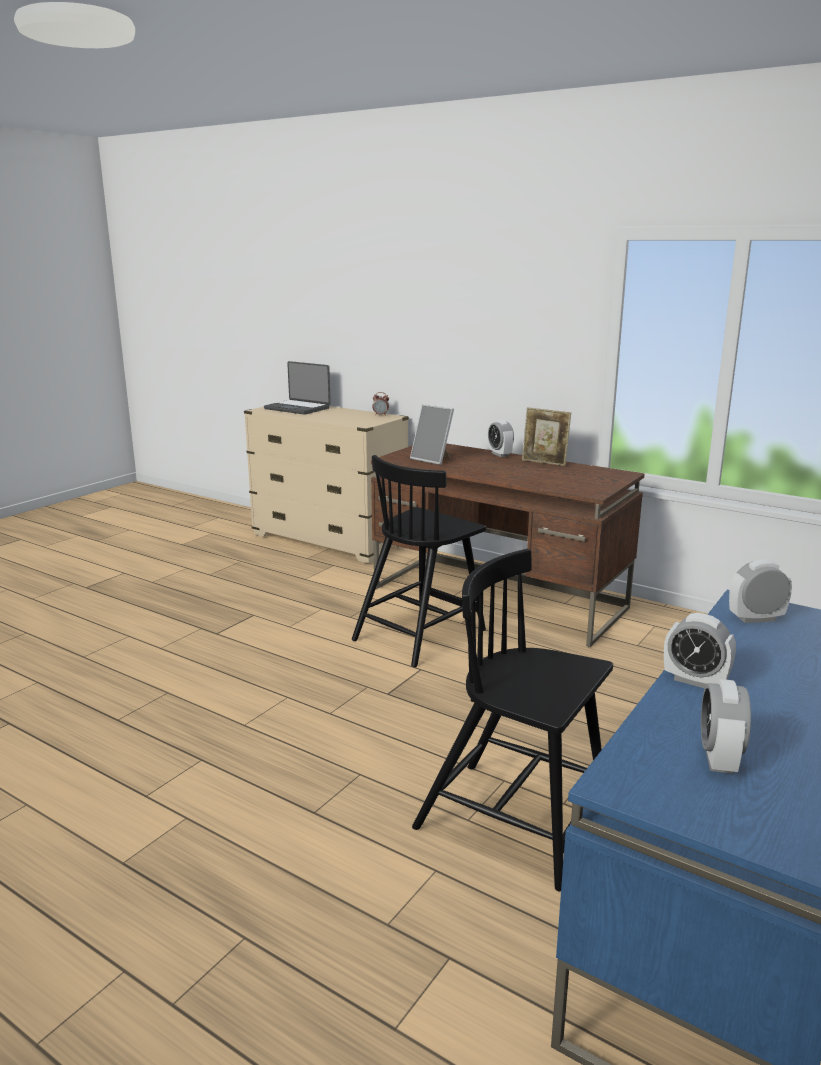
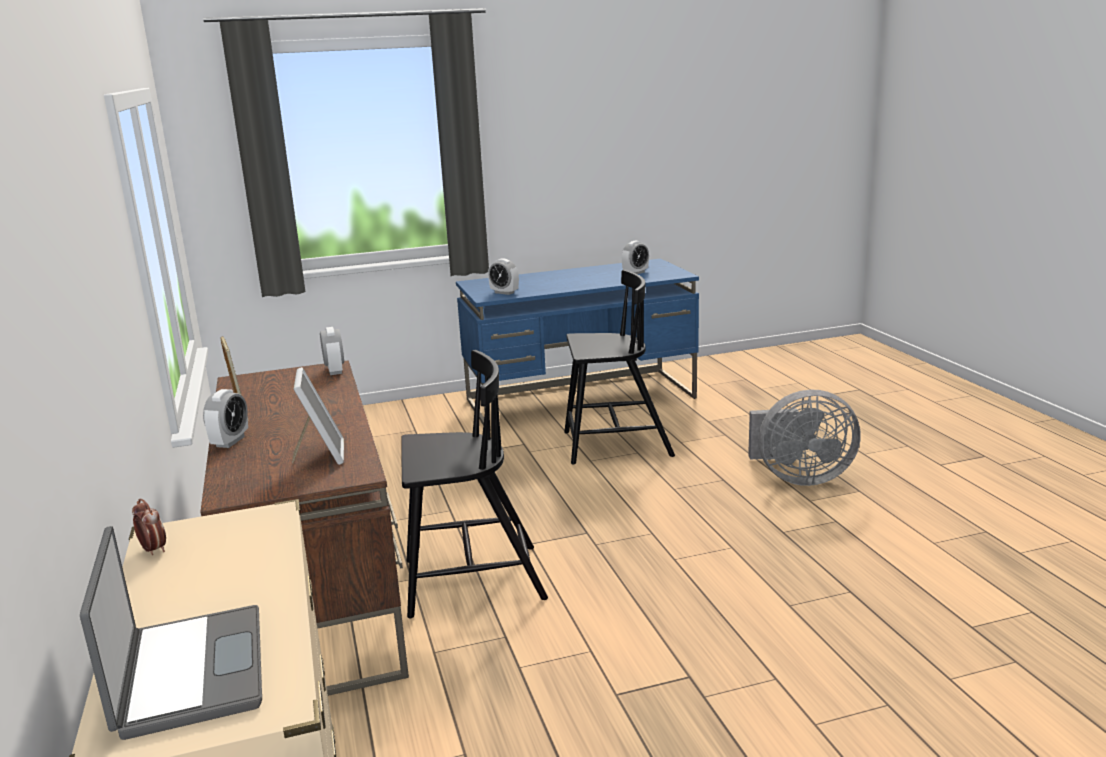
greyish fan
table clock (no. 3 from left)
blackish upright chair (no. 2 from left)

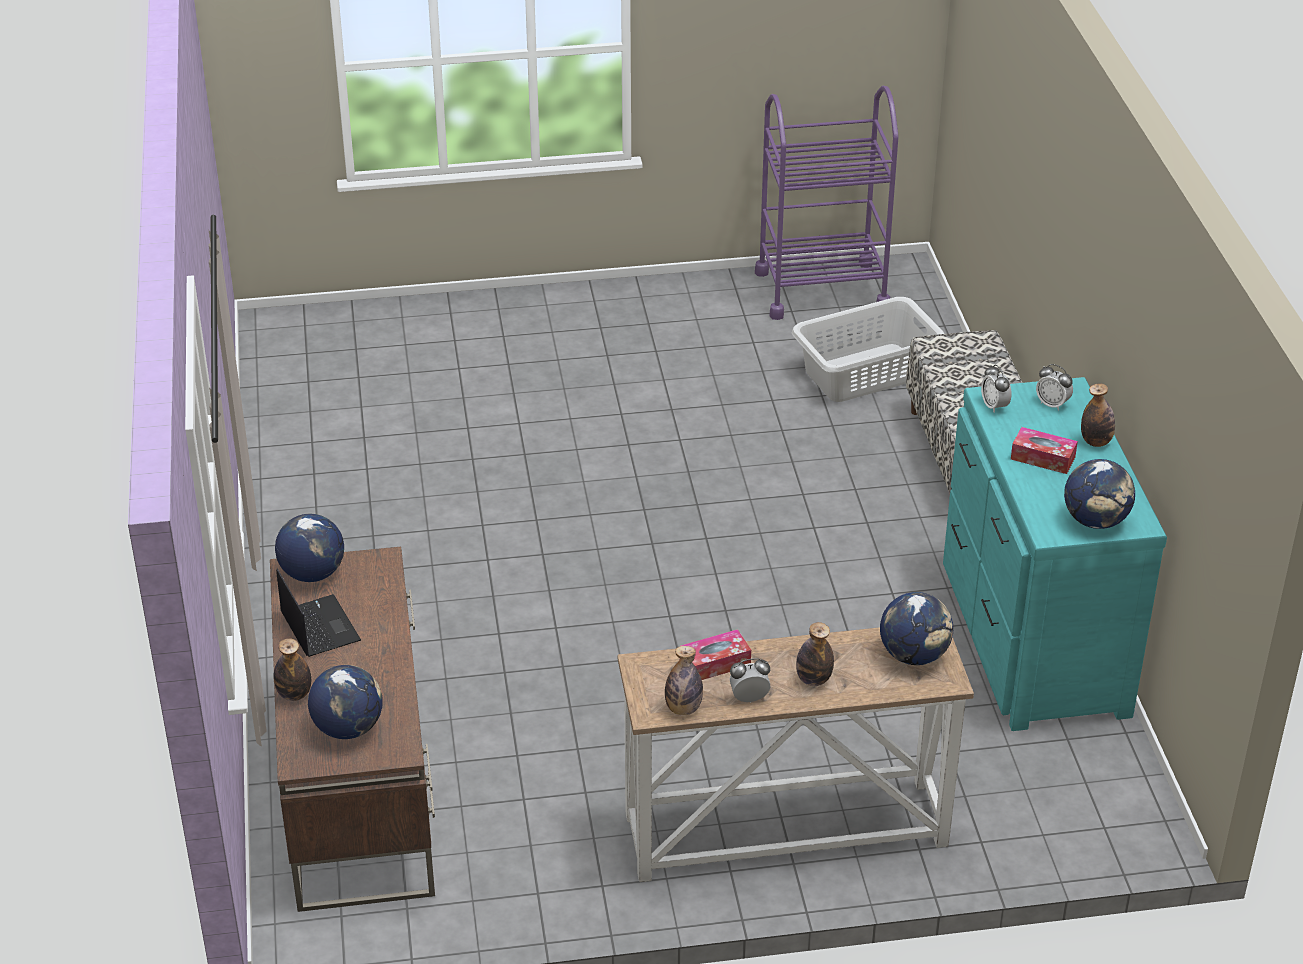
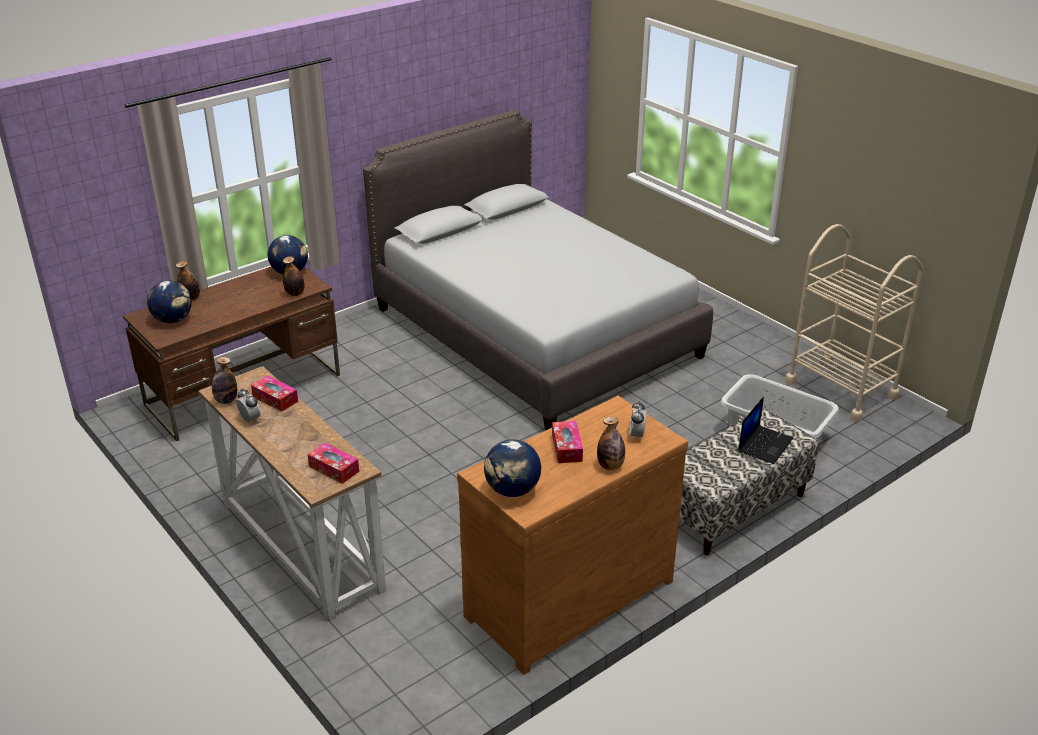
table clock (no. 2 from left in the first image)
greyish sleeping bed
portable computer
beverage bottle (no. 3 from left)
tissue holder (no. 2 from left)
sand-coloured wheeled cart
brownish dresser

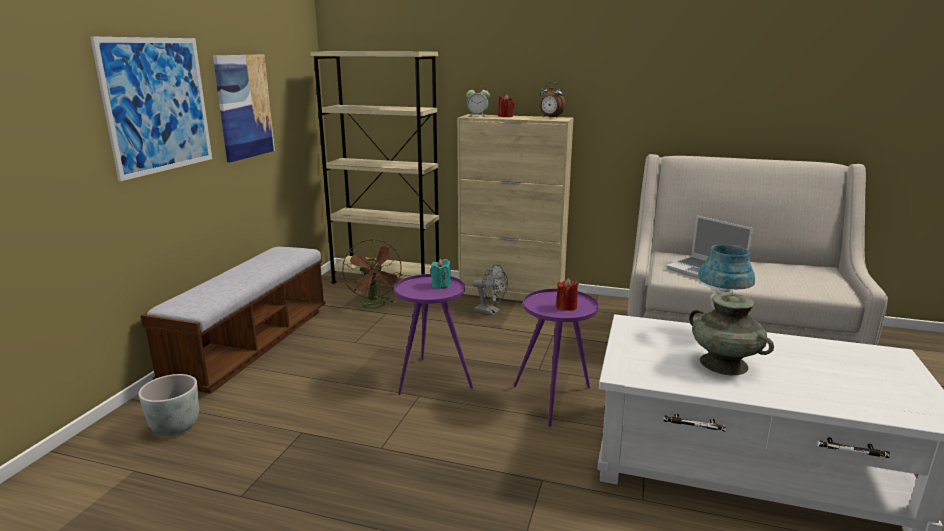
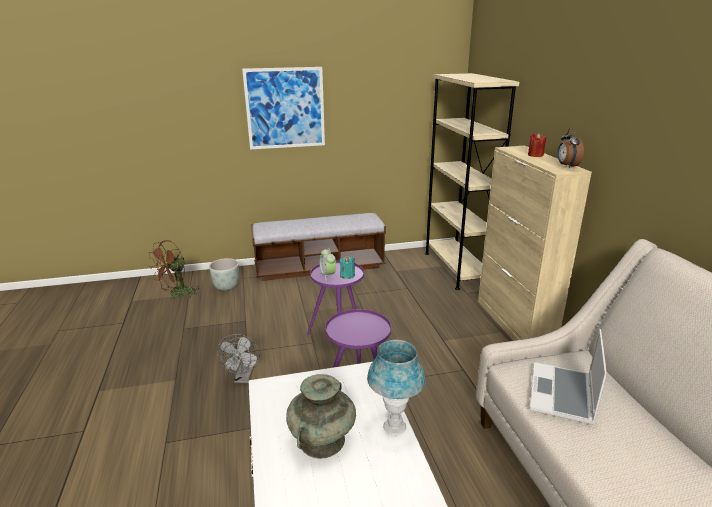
wall art (no. 2 from left in the first image)
red-coloured wax candle (no. 2 from left in the first image)
brownish fan
table clock (no. 1 from left)
greyish fan

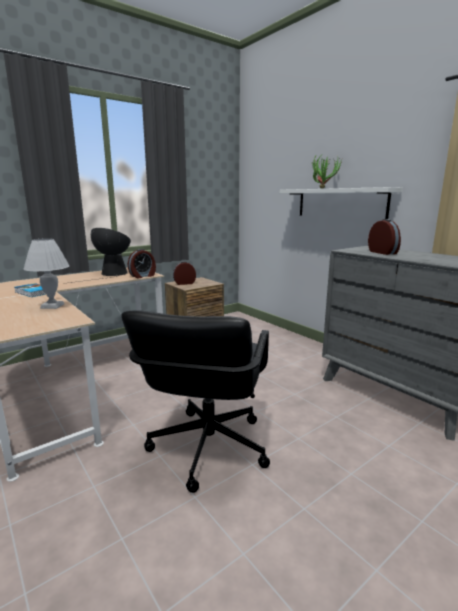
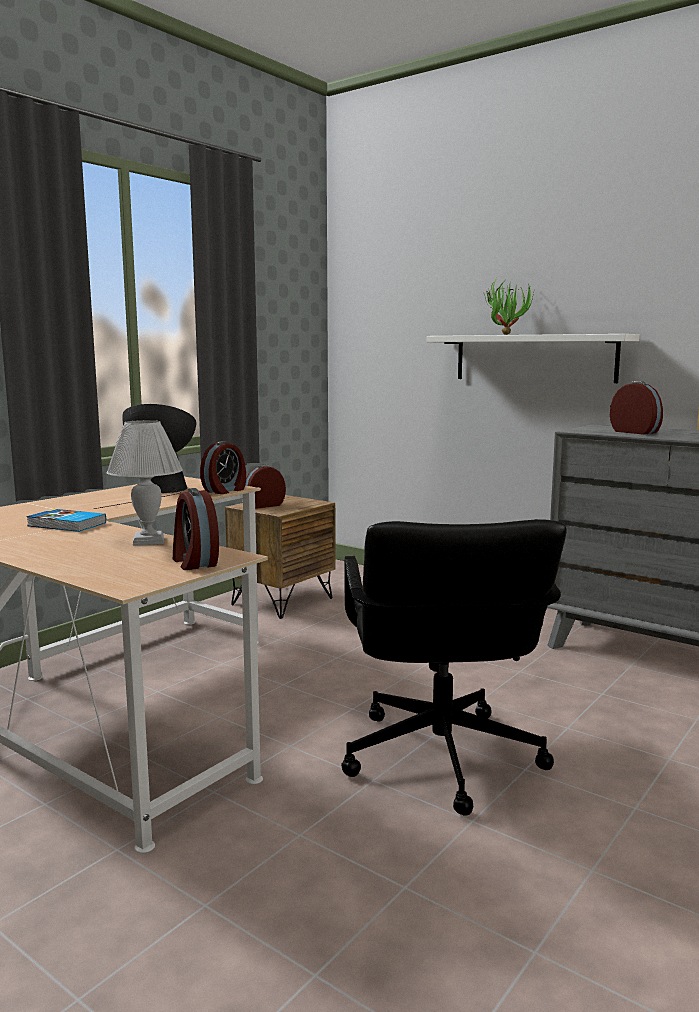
table clock (no. 1 from left)

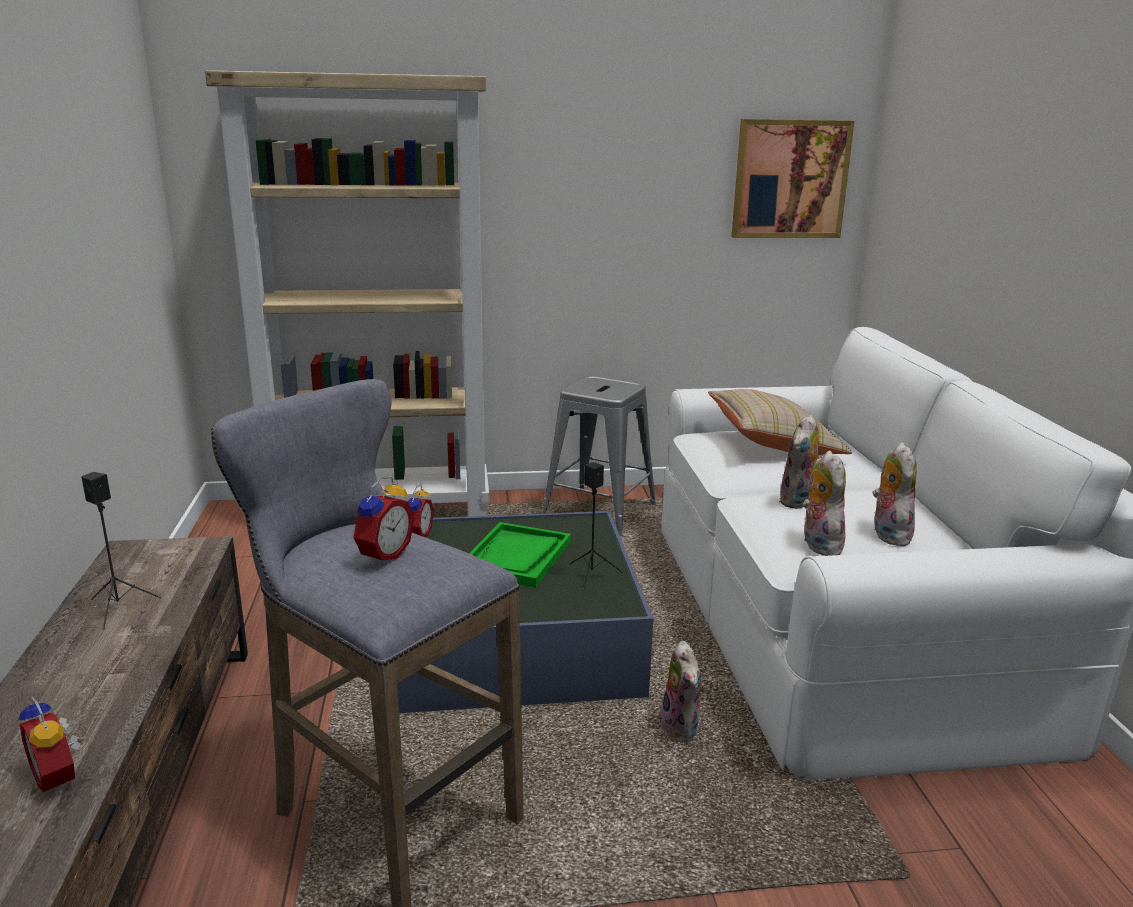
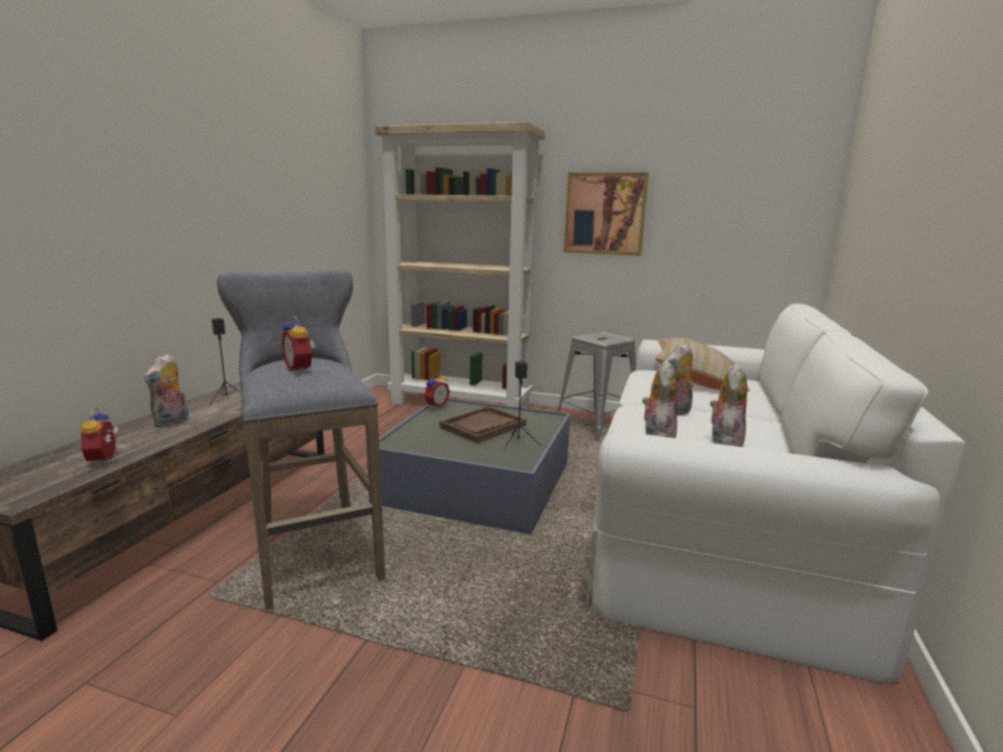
plush toy (no. 1 from left)
wall art
brownish carrying tray
table clock (no. 2 from left)

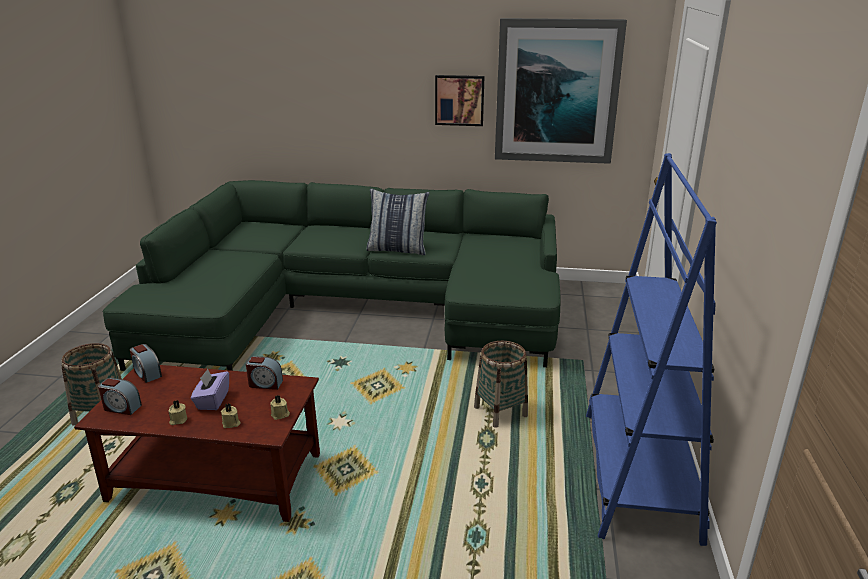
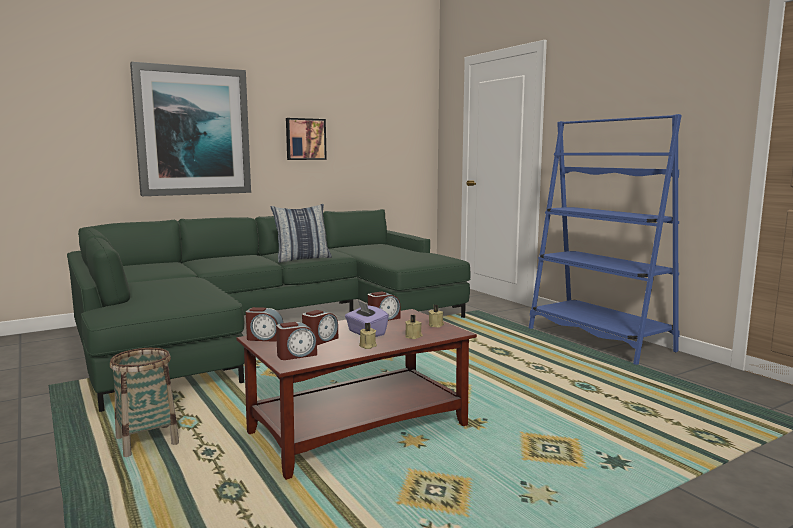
storage basket (no. 2 from left in the first image)
table clock (no. 3 from left)
wall art (no. 1 from left)

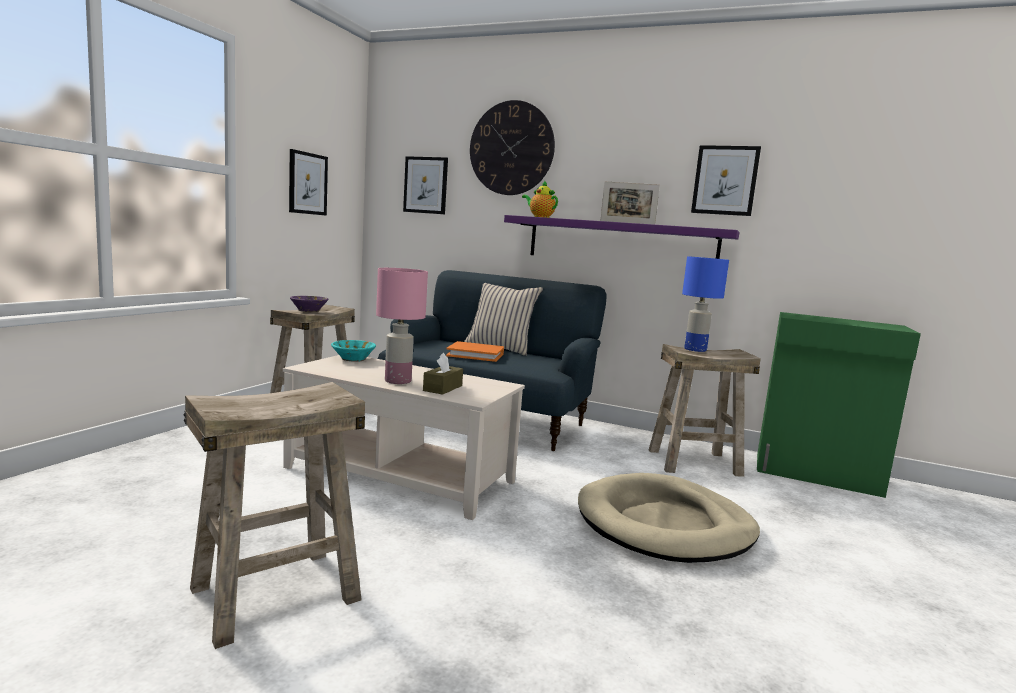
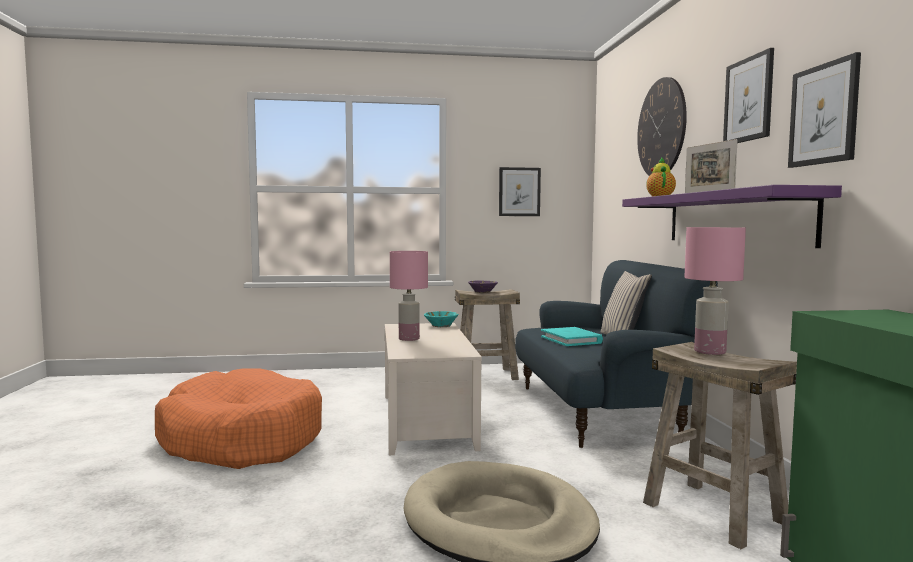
brownish tissue holder
wall art (no. 2 from left)
orange pet bed
blue-green bound book
pink table lamp (no. 2 from left)

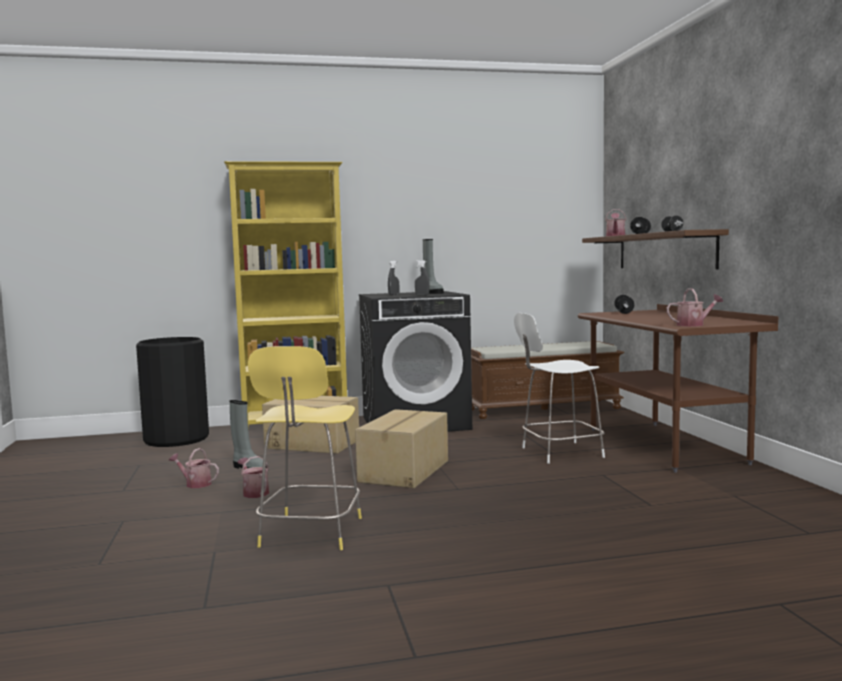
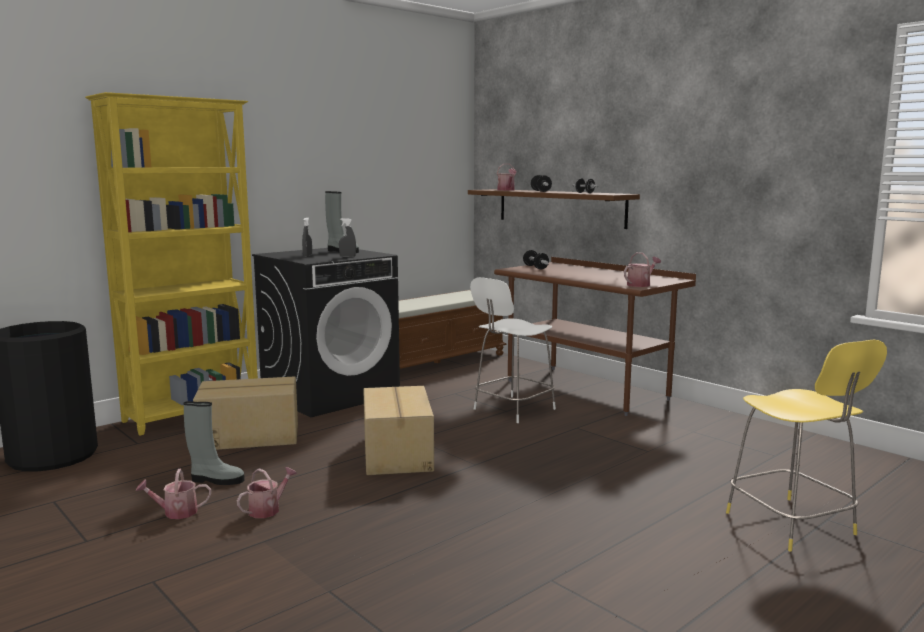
yellow stool seat
watering can (no. 2 from left)

